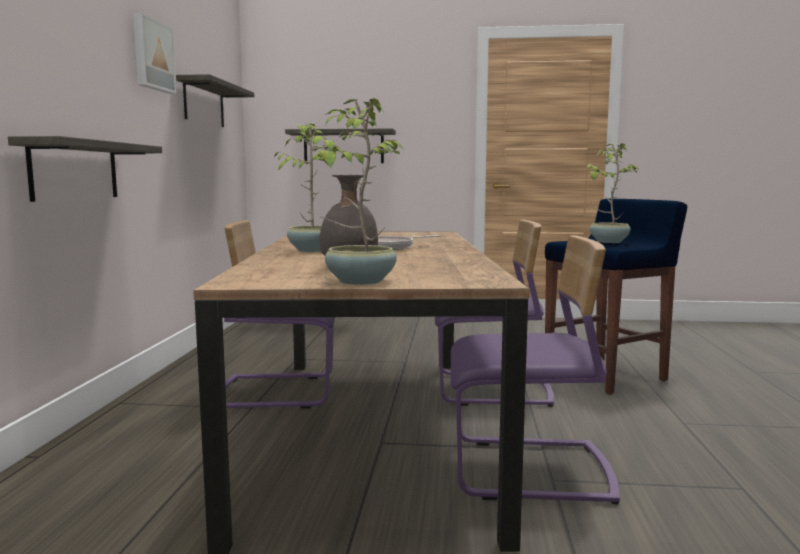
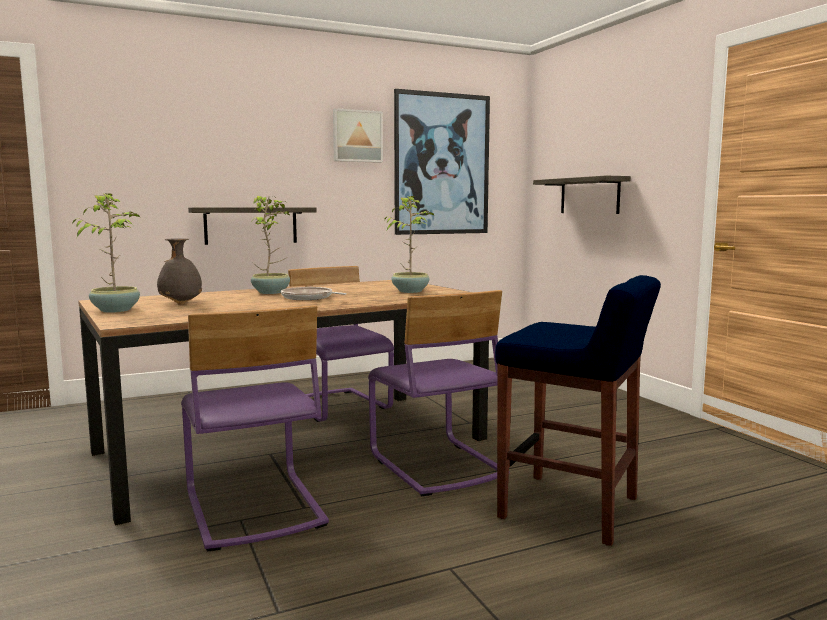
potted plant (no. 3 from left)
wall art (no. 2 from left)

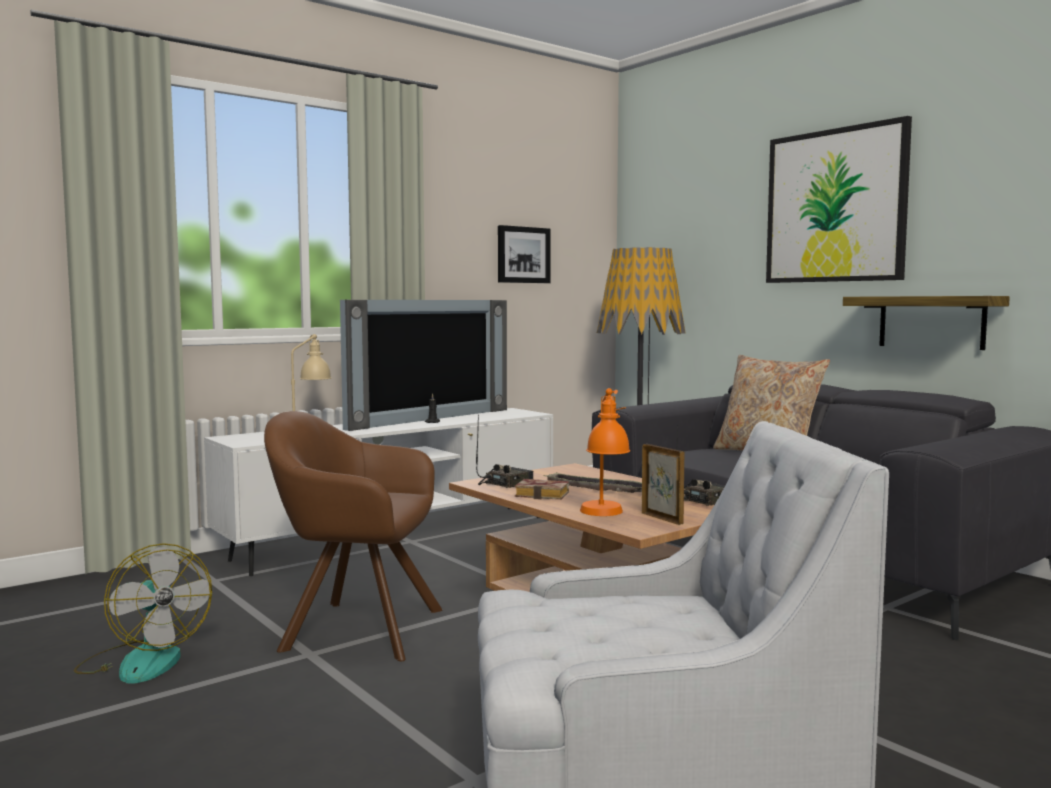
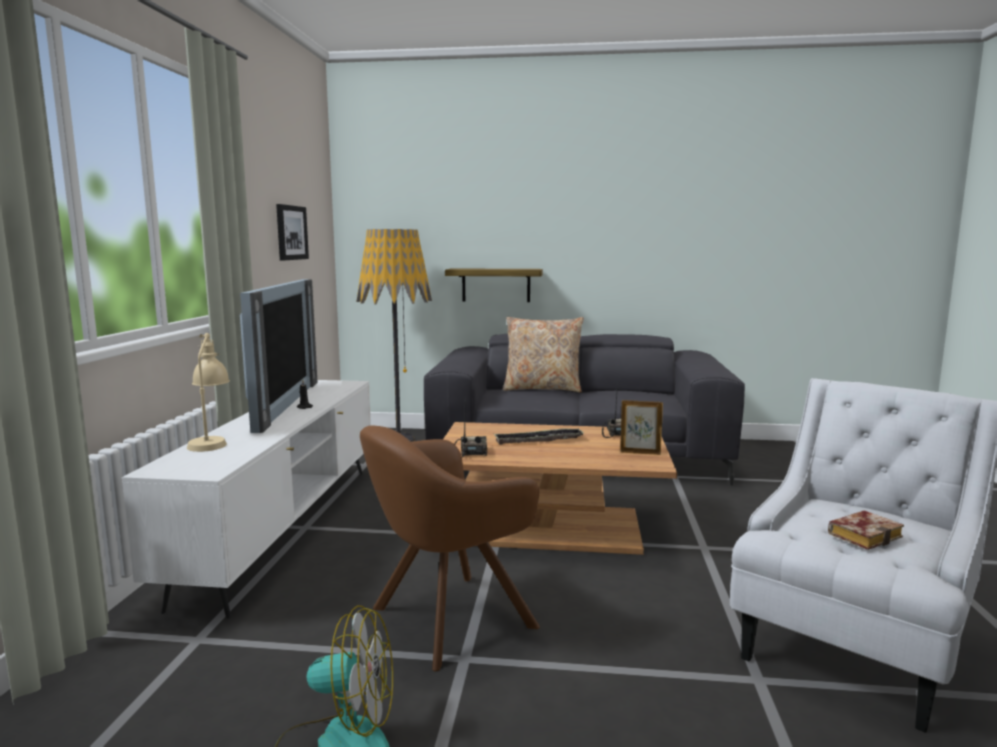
orange table lamp
wall art (no. 2 from left in the first image)
bound book
wall shelf

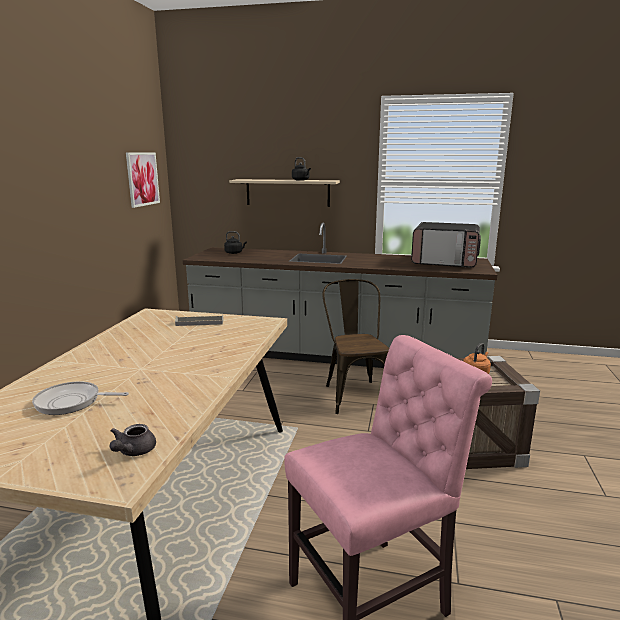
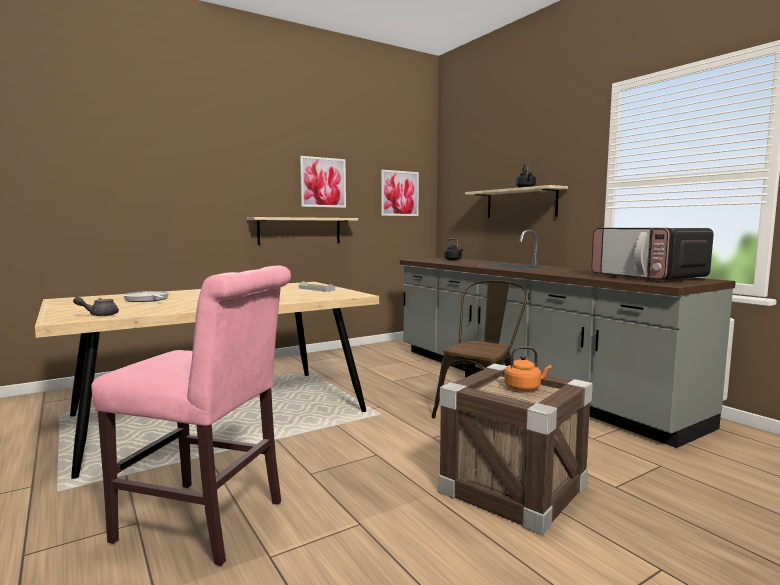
sand-coloured wall shelf (no. 1 from left)
wall art (no. 1 from left)

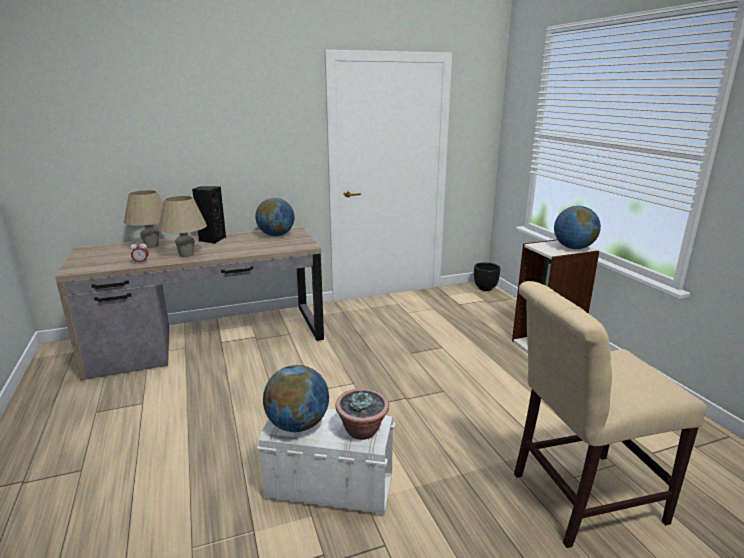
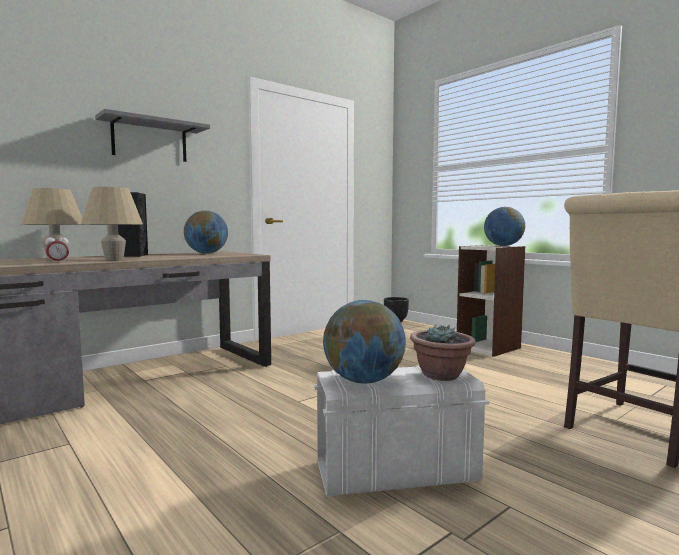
greyish wall shelf

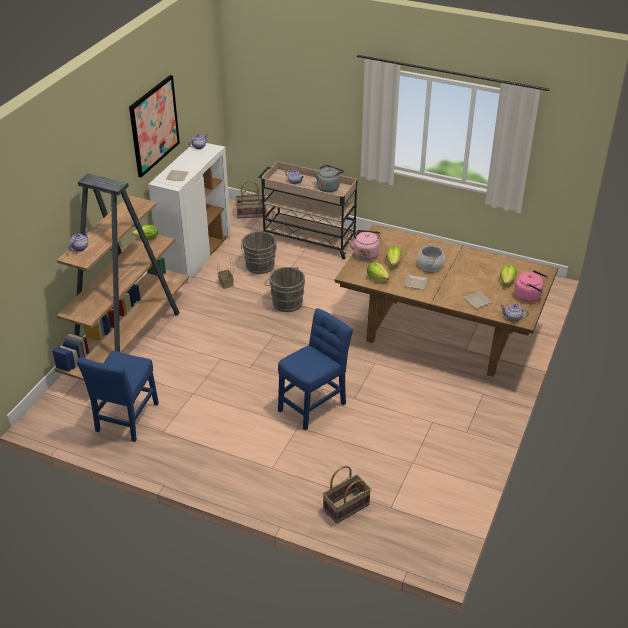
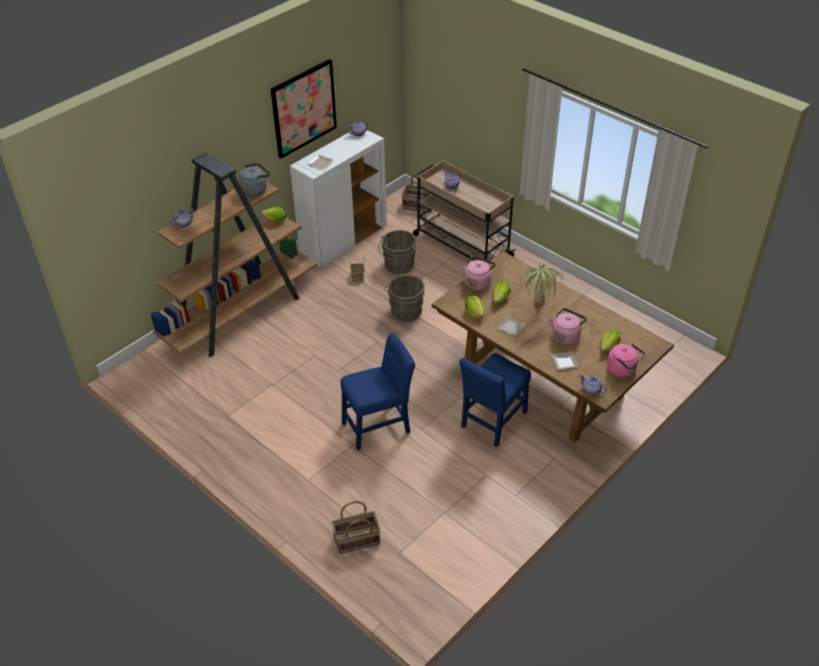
pink tea kettle (no. 2 from left)
blue-coloured upright chair (no. 2 from left)
greyish tea kettle
potted plant

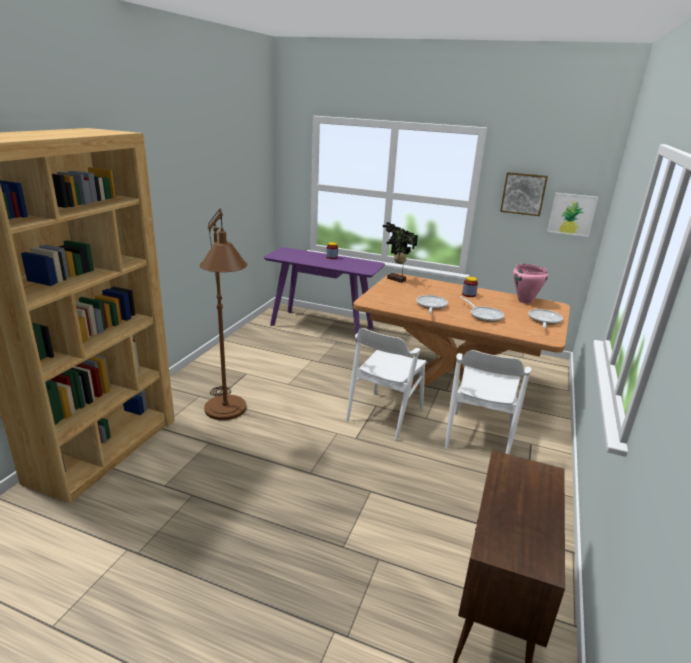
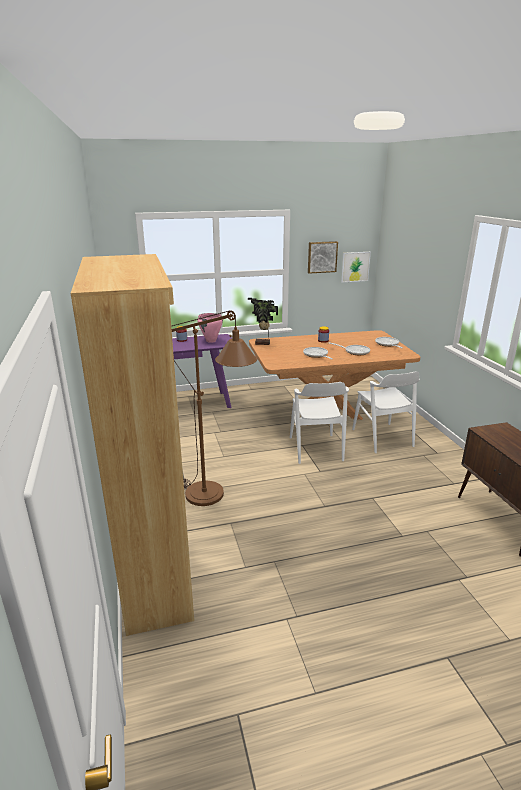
pink stockpot

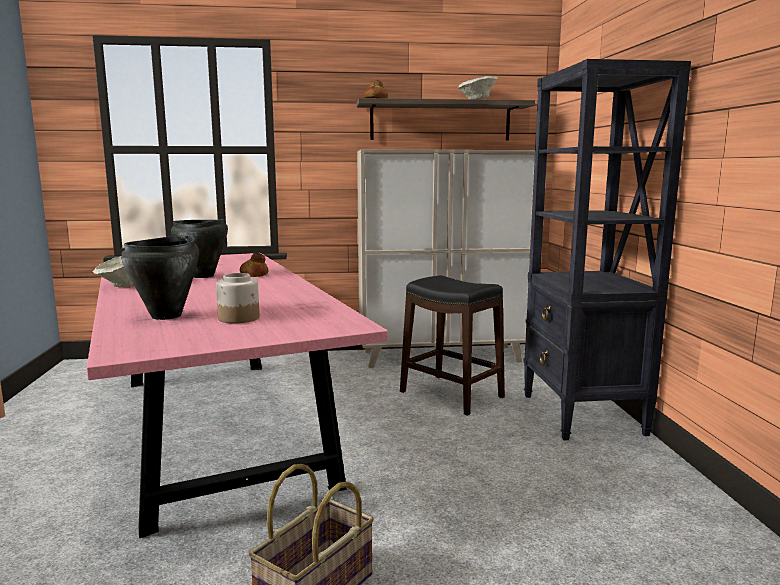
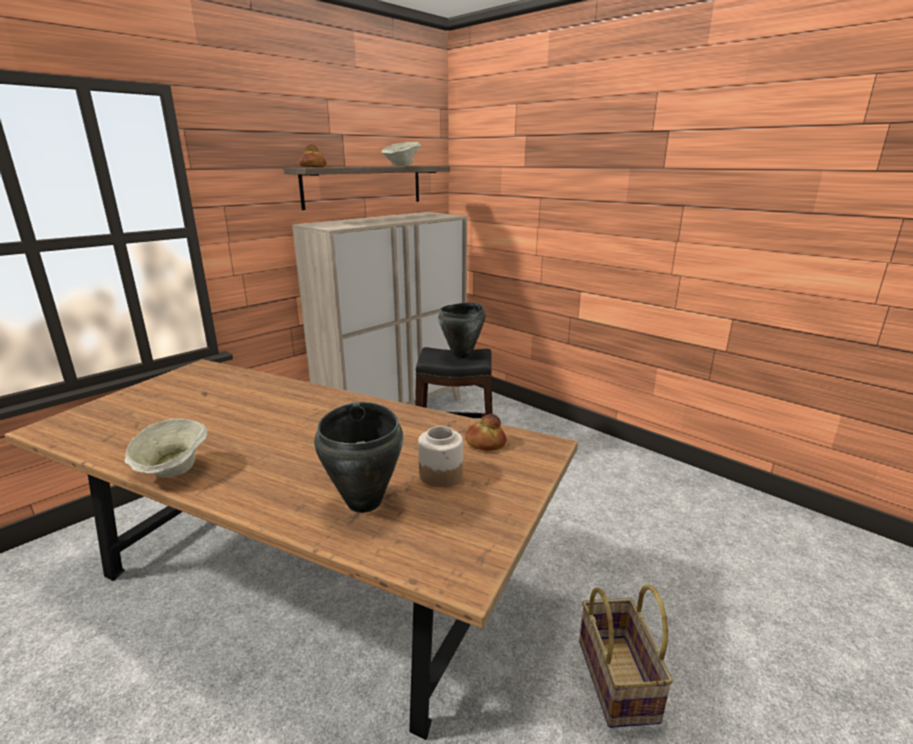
blackish bookcase
blackish stockpot (no. 2 from left)
bread (no. 2 from left)
brownish kitchen table

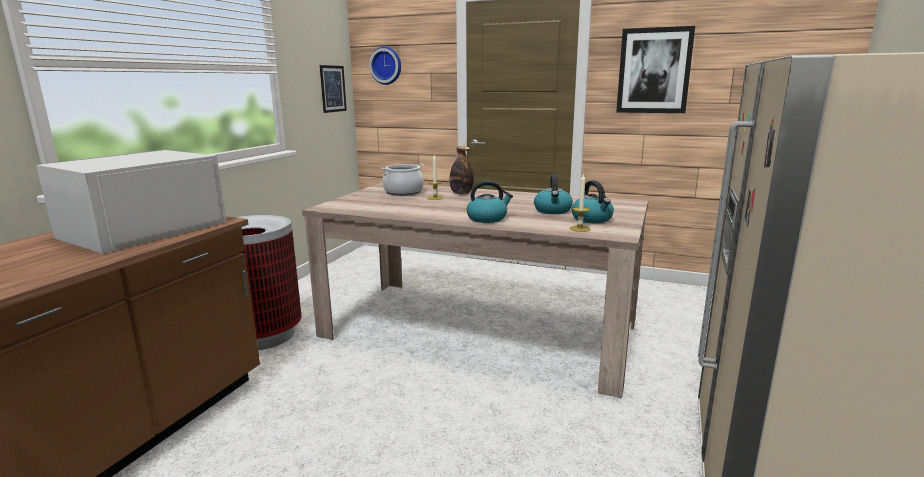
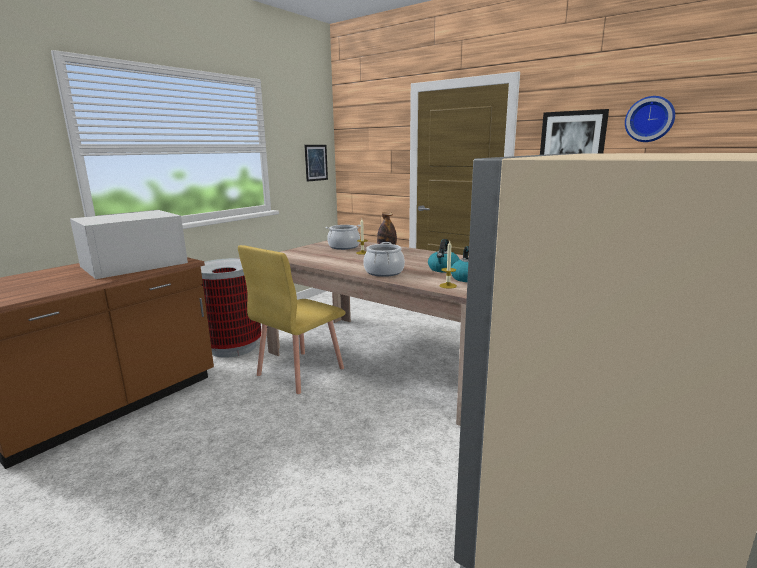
yellow upright chair
wall clock
stockpot (no. 2 from left)

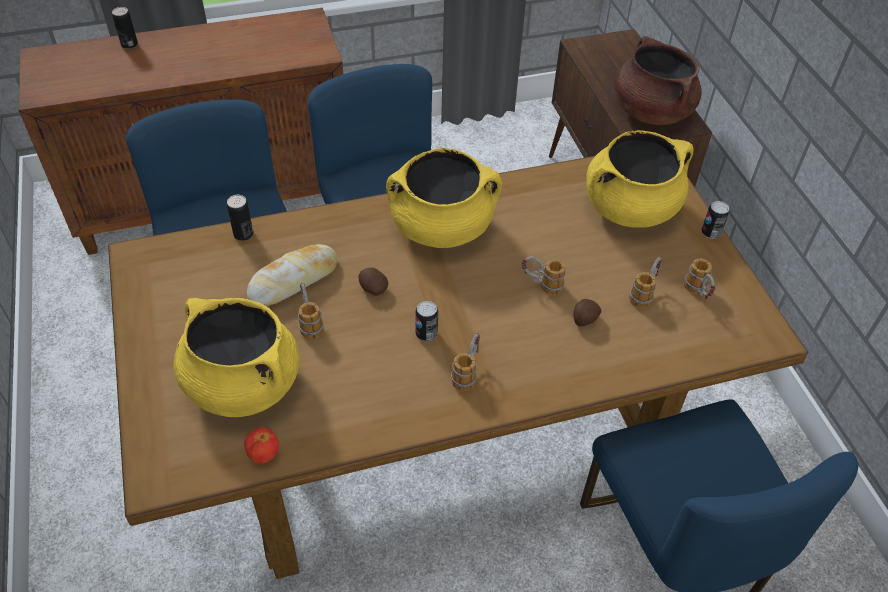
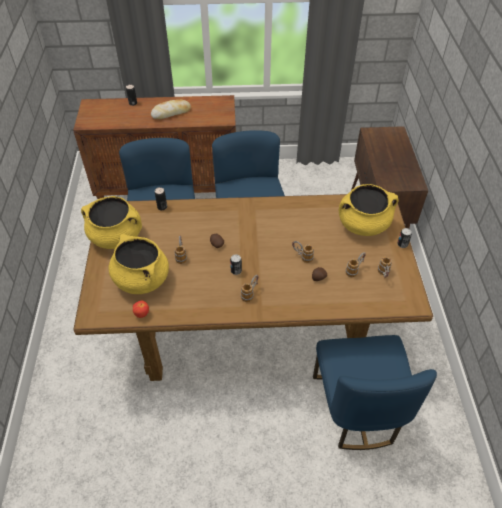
brownish stockpot
bread
yellow stockpot (no. 1 from left)

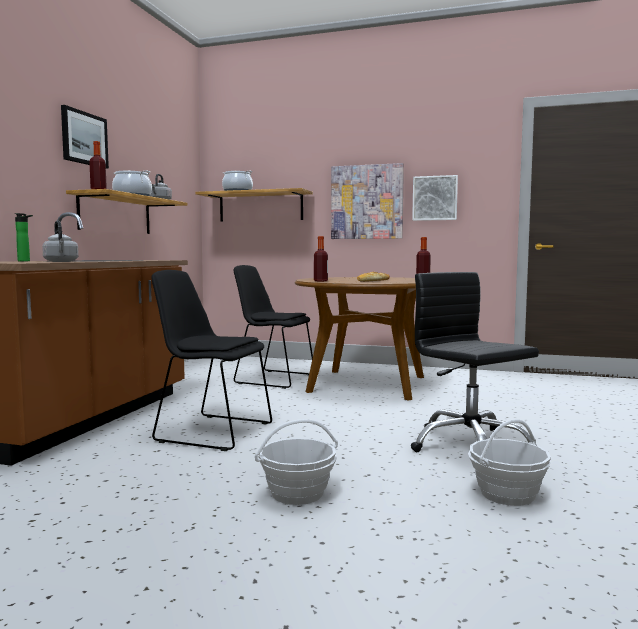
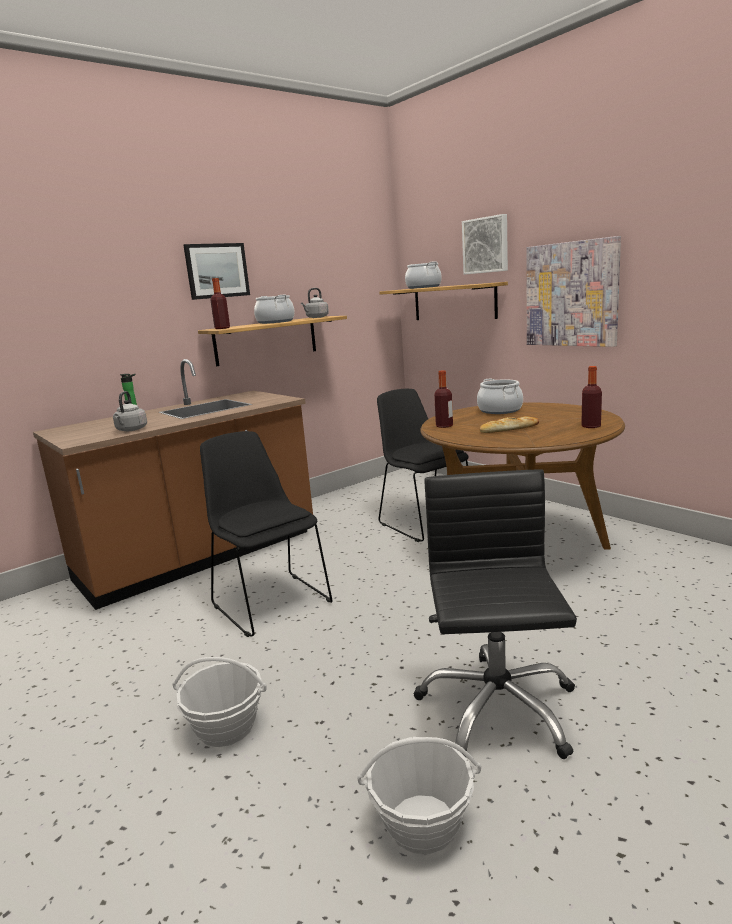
stockpot (no. 3 from left)
wall art (no. 2 from left)

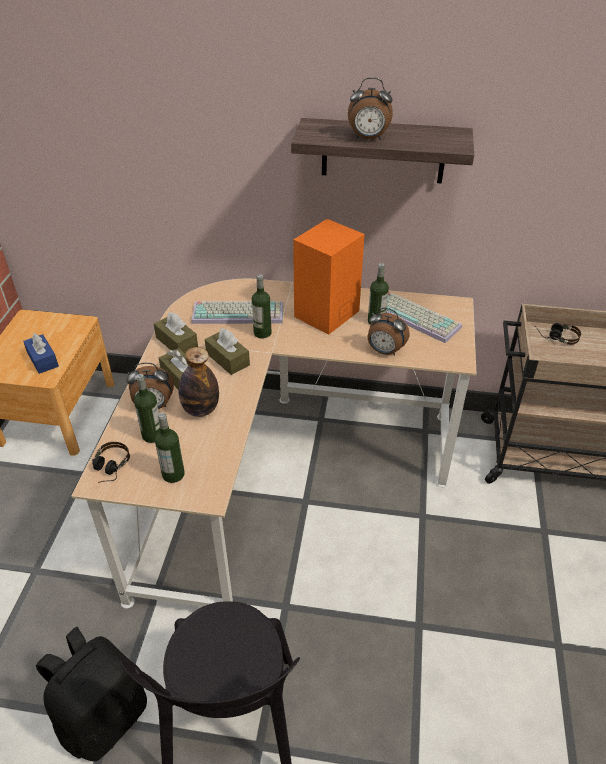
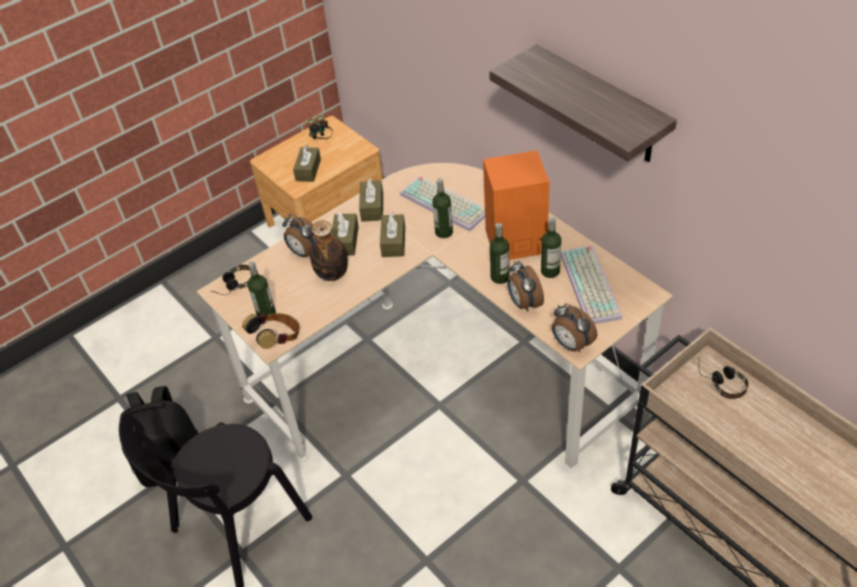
headset (no. 2 from left)
field glasses
beverage bottle (no. 4 from left)
table clock (no. 3 from left)
brownish tissue holder (no. 1 from left)

